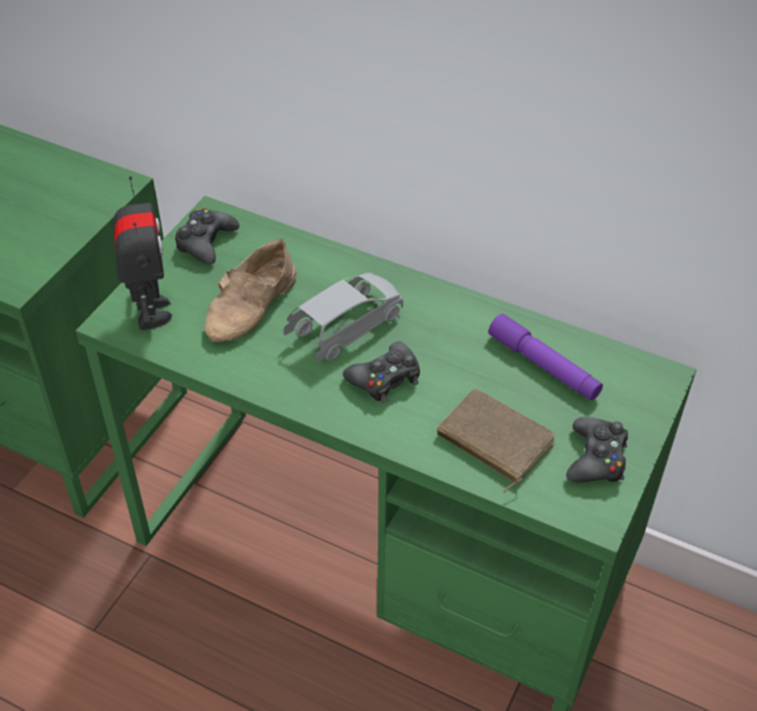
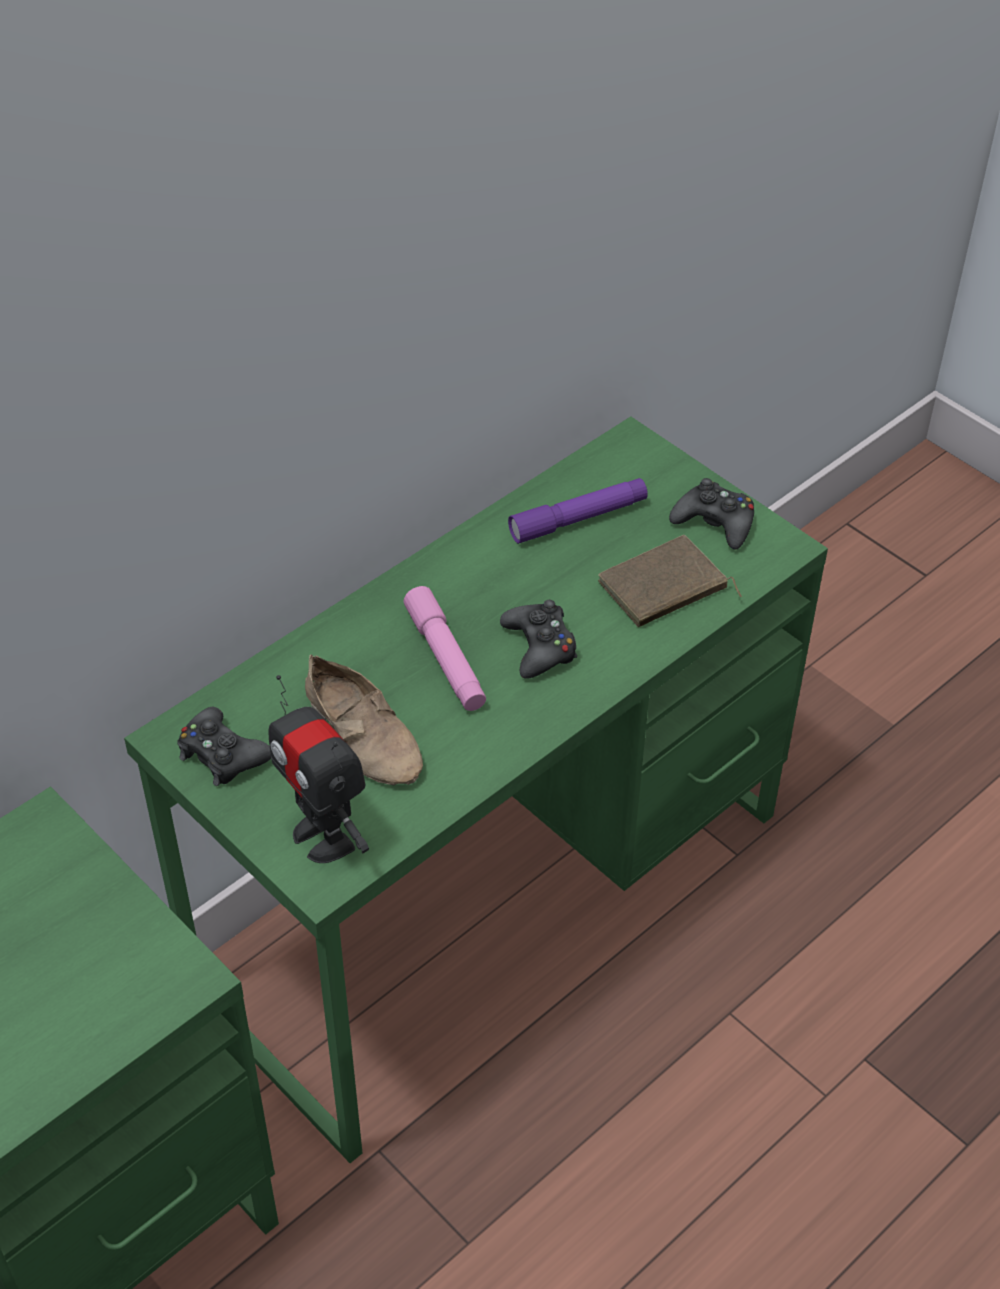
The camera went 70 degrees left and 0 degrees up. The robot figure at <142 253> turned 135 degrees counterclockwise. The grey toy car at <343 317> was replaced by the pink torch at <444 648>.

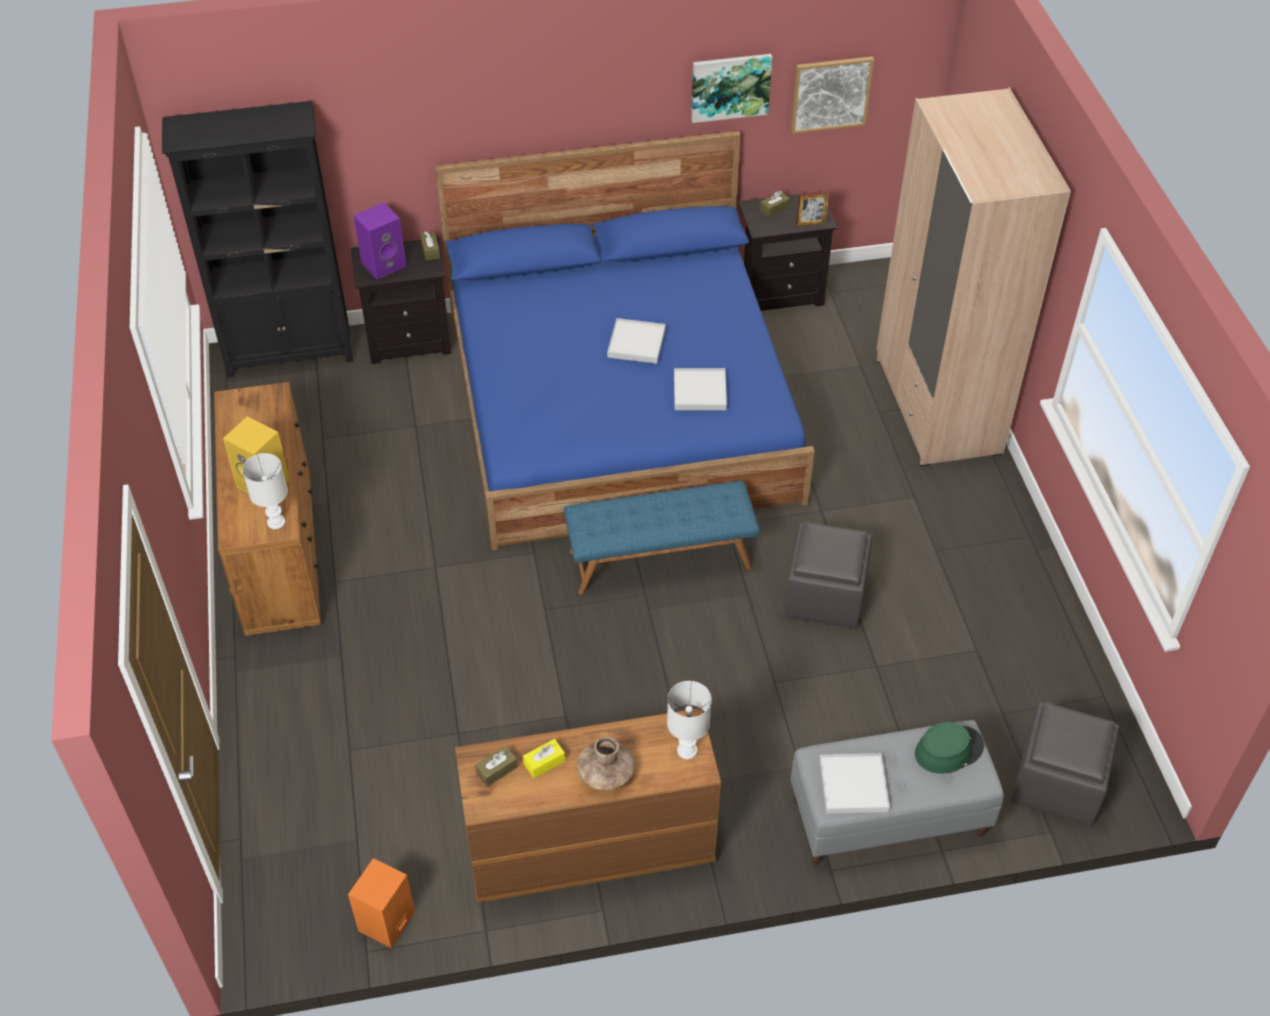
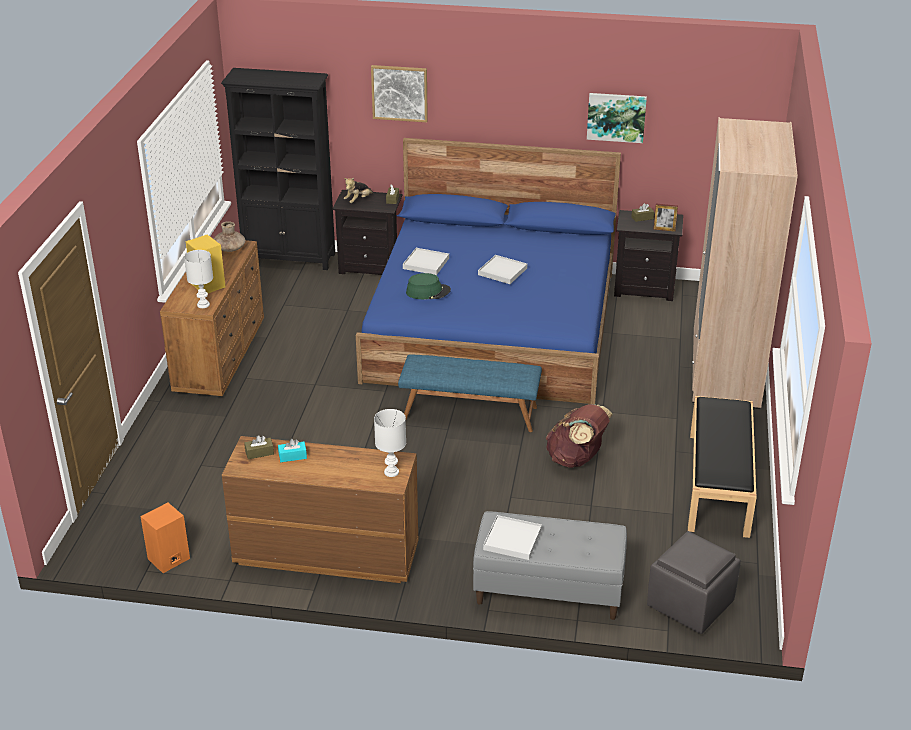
The camera went 20 degrees right and 15 degrees down. The brownish decorative vase moved from <606 764> to <230 236>. The yellowish box of tissues at <544 758> became the blue-green box of tissues at <292 450>. The purple speaker at <379 241> was replaced by the cuddly toy at <358 190>. The wall picture moved from <832 95> to <399 93>. The whitish carrying tray moved from <700 389> to <426 261>. The green clothing hat moved from <949 748> to <428 286>. The grey pouffe at <828 575> was replaced by the brownish knapsack at <579 436>. The black-coloured indoor bench at <722 467> appeared.

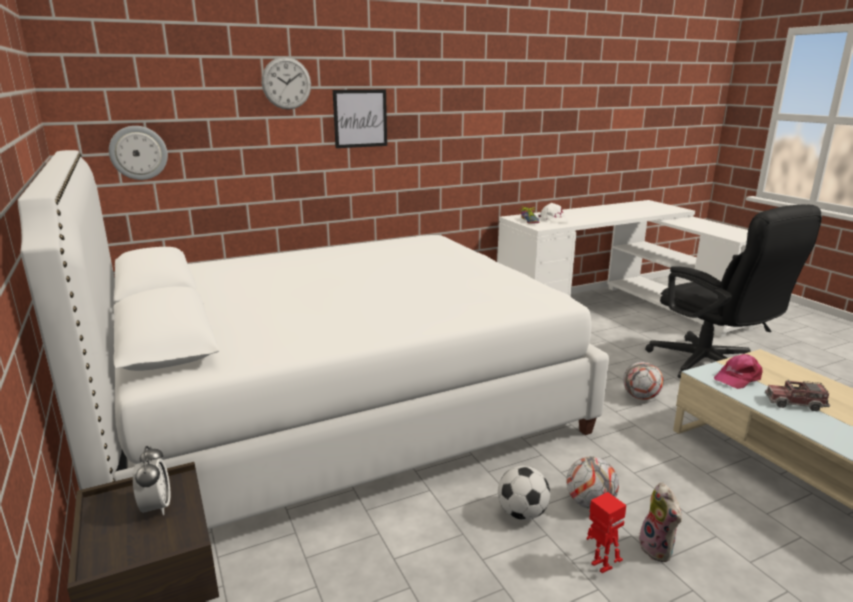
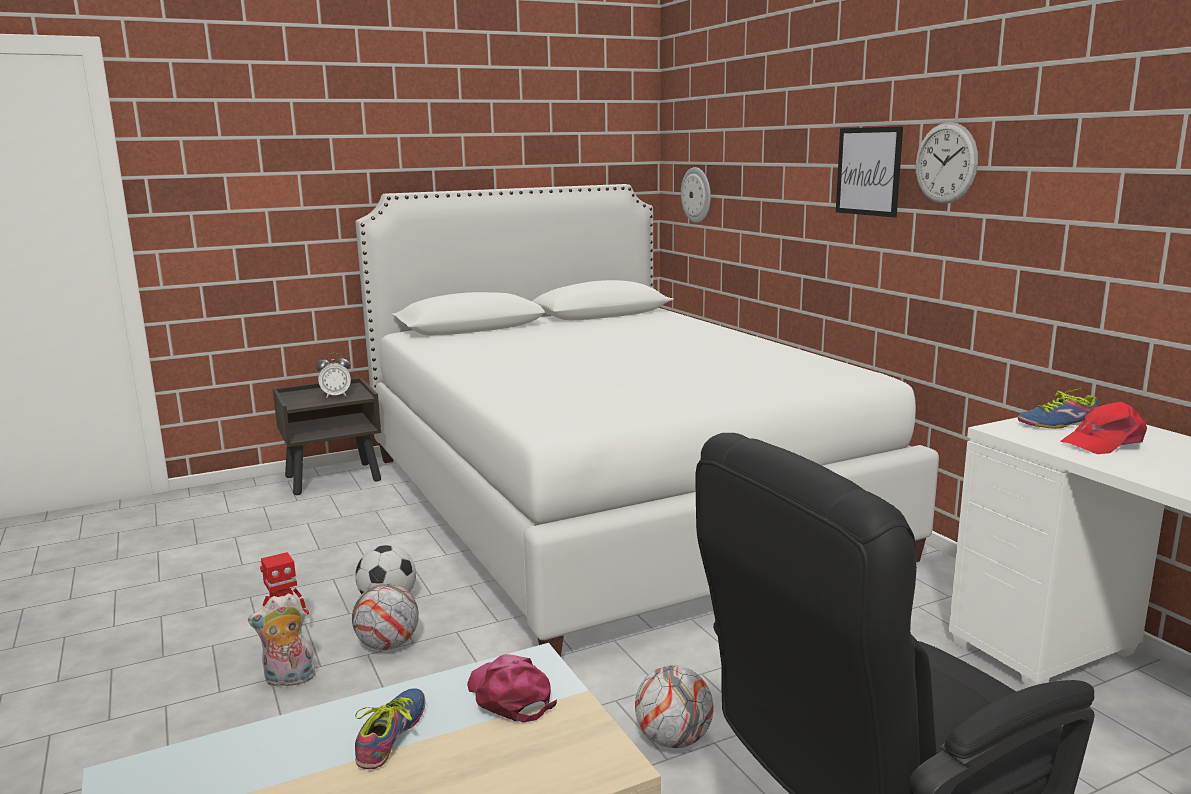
The camera went 90 degrees right and 5 degrees down. The model truck at <797 395> was replaced by the shoe at <390 728>. The clock on the wall moved from <286 83> to <947 163>. The whitish baseball cap at <553 213> became the red baseball cap at <1103 428>.

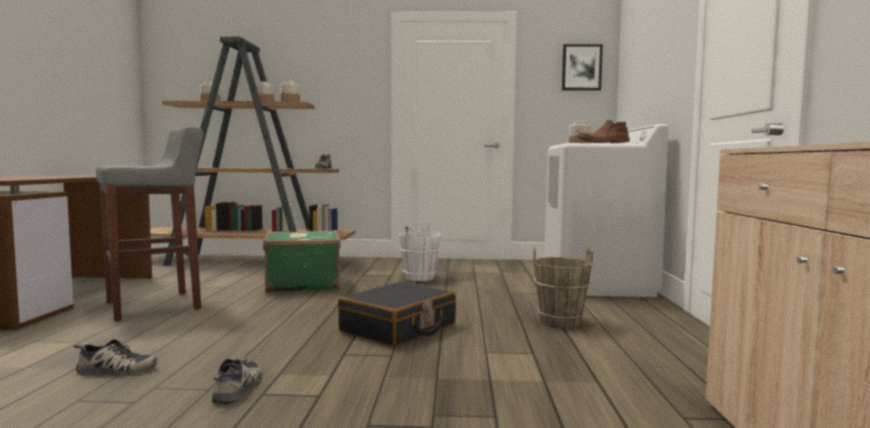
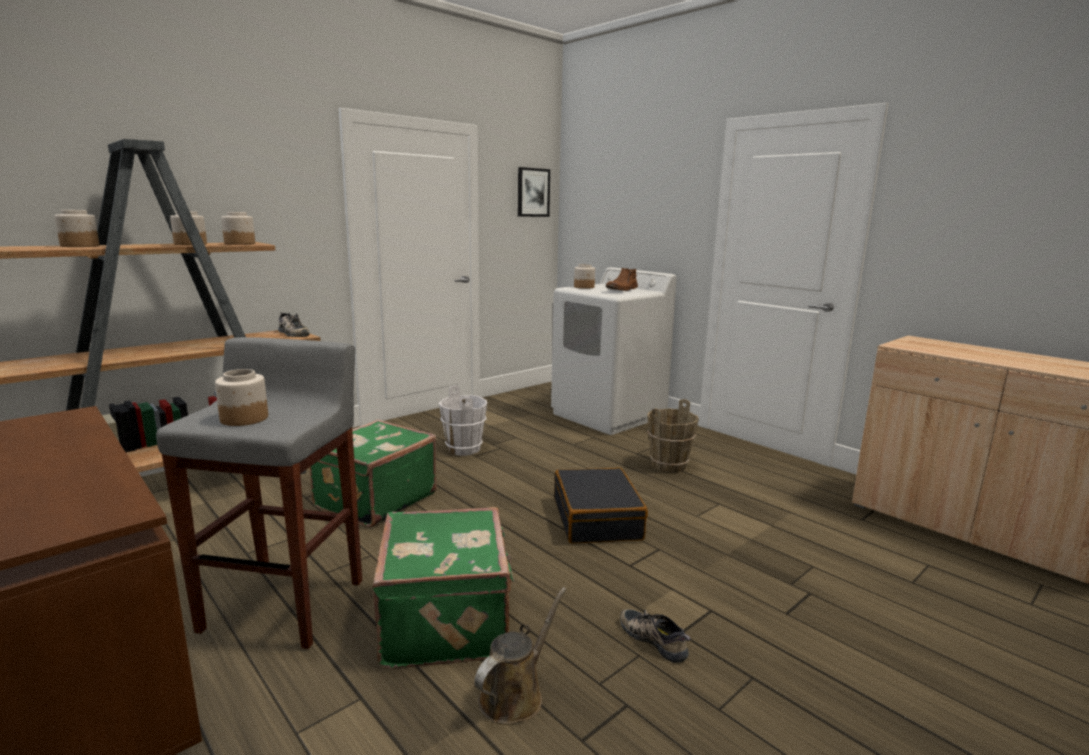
The camera went 45 degrees left and 10 degrees up. The storage jar at <241 397> appeared. The green suitcase at <444 587> appeared. The shoe at <115 357> was replaced by the brownish watering pot at <520 656>.

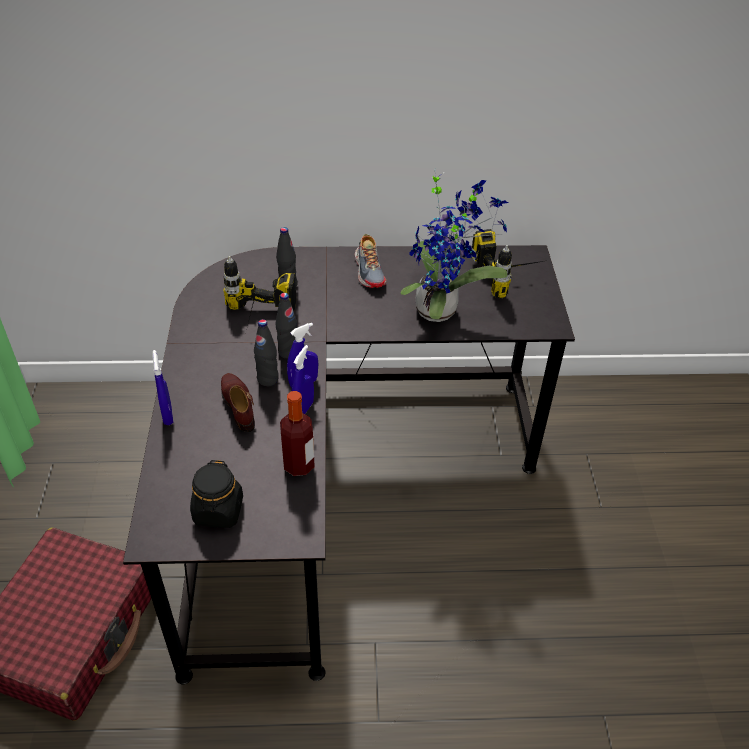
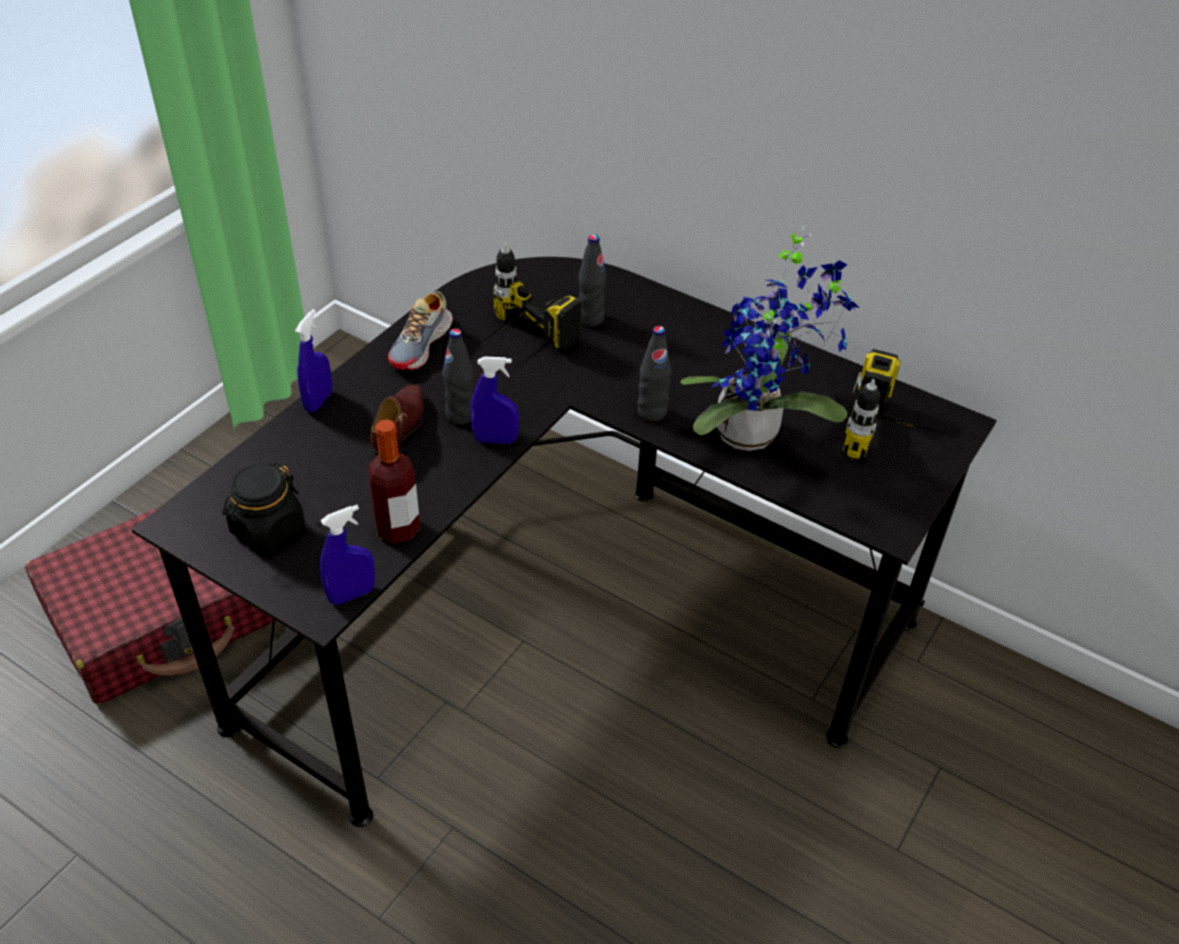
The camera went 35 degrees right and 0 degrees up. The bluish sprayer moved from <303 379> to <347 555>. The shoe moved from <370 261> to <420 330>. The black-coloured beverage bottle moved from <287 326> to <654 374>.

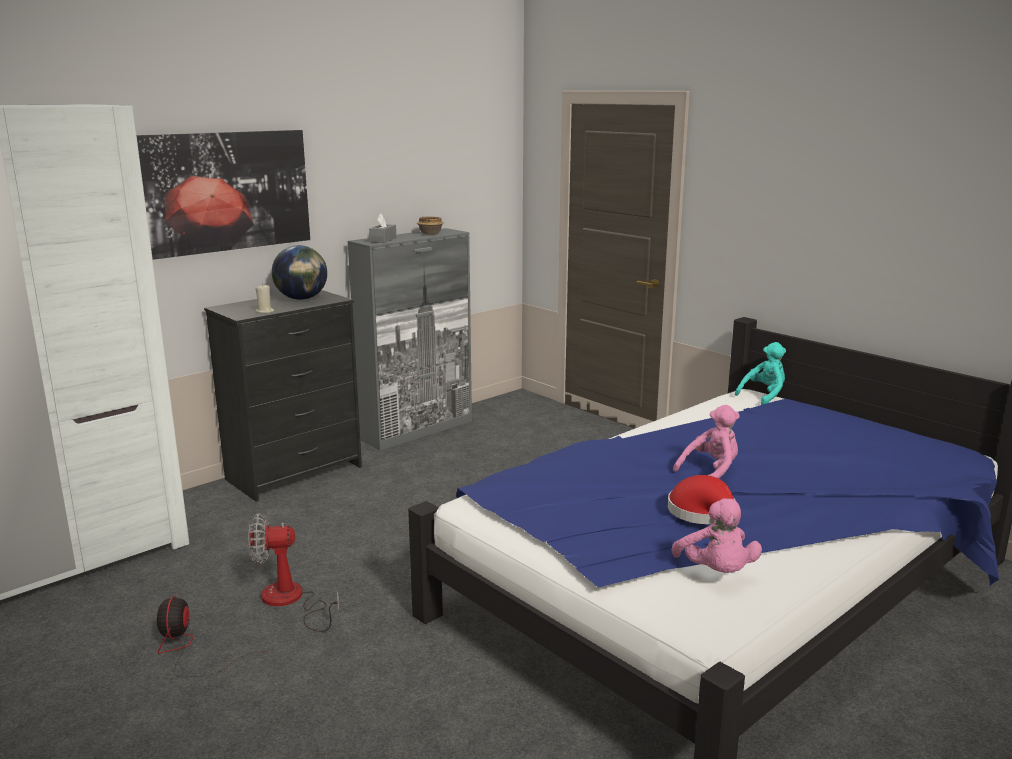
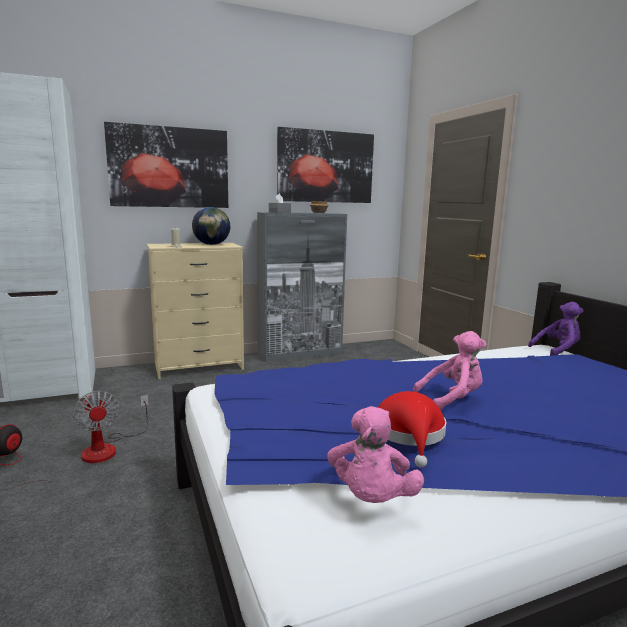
The camera went 20 degrees right and 5 degrees down. The cooling fan at <294 572> turned 135 degrees counterclockwise. The black-coloured chest of drawers at <283 396> became the sand-coloured chest of drawers at <195 311>. The wall picture at <325 165> appeared. The blue-green cuddly toy at <760 373> became the purple cuddly toy at <556 329>.

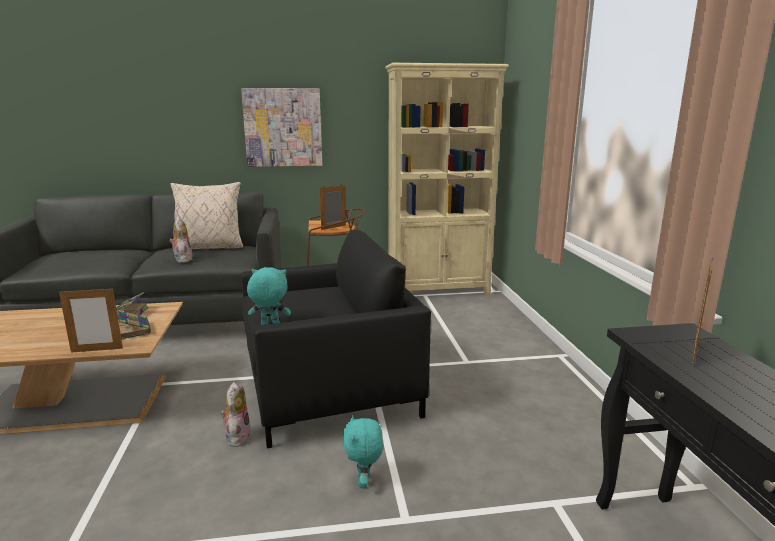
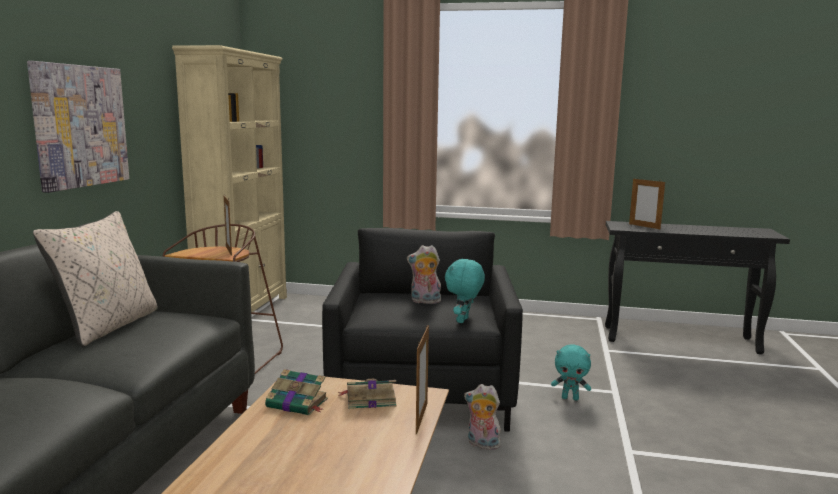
The camera went 70 degrees left and 5 degrees down. The cuddly toy moved from <181 240> to <424 274>.

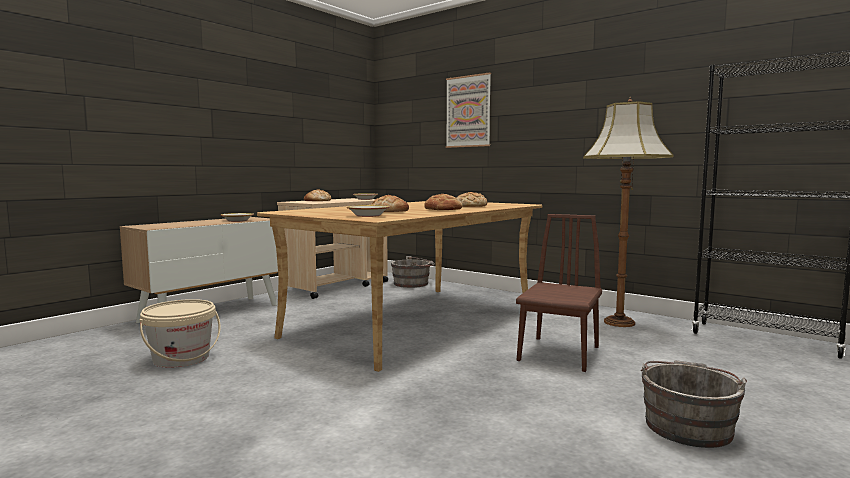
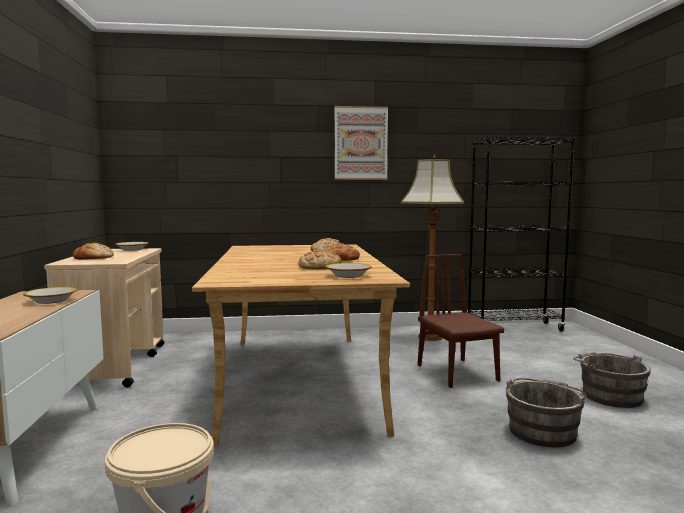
The camera went 45 degrees left and 0 degrees up. The wall picture moved from <468 110> to <361 143>. The grey bucket moved from <413 272> to <546 413>.

